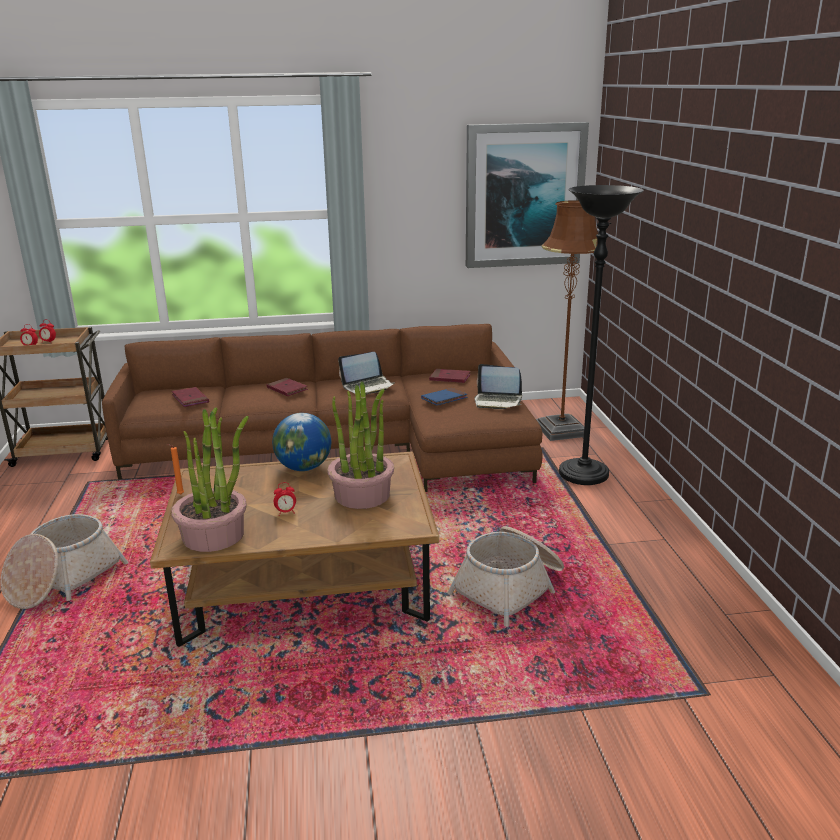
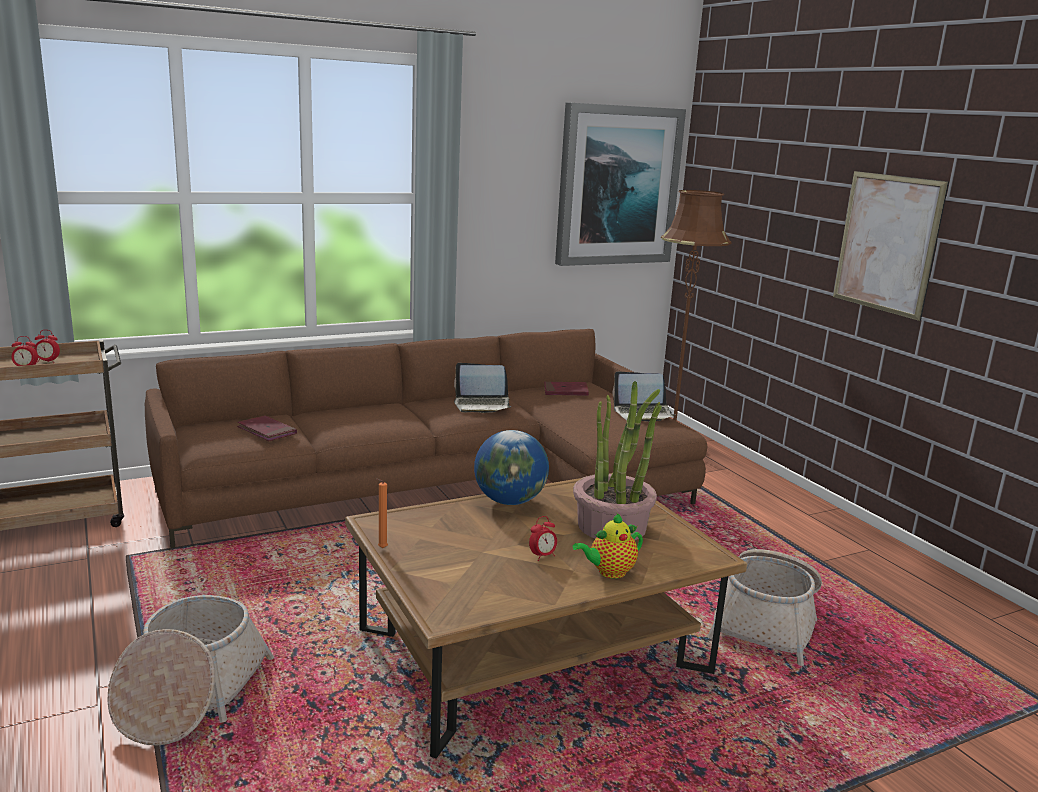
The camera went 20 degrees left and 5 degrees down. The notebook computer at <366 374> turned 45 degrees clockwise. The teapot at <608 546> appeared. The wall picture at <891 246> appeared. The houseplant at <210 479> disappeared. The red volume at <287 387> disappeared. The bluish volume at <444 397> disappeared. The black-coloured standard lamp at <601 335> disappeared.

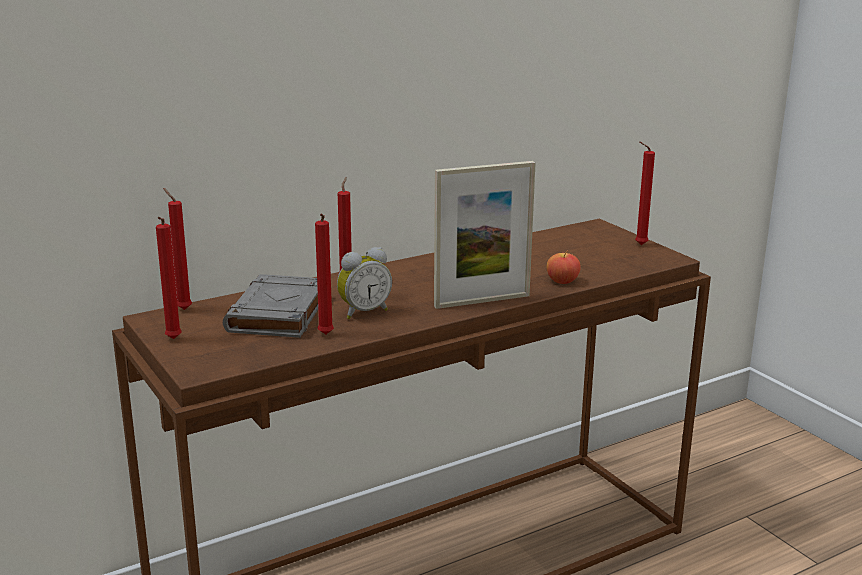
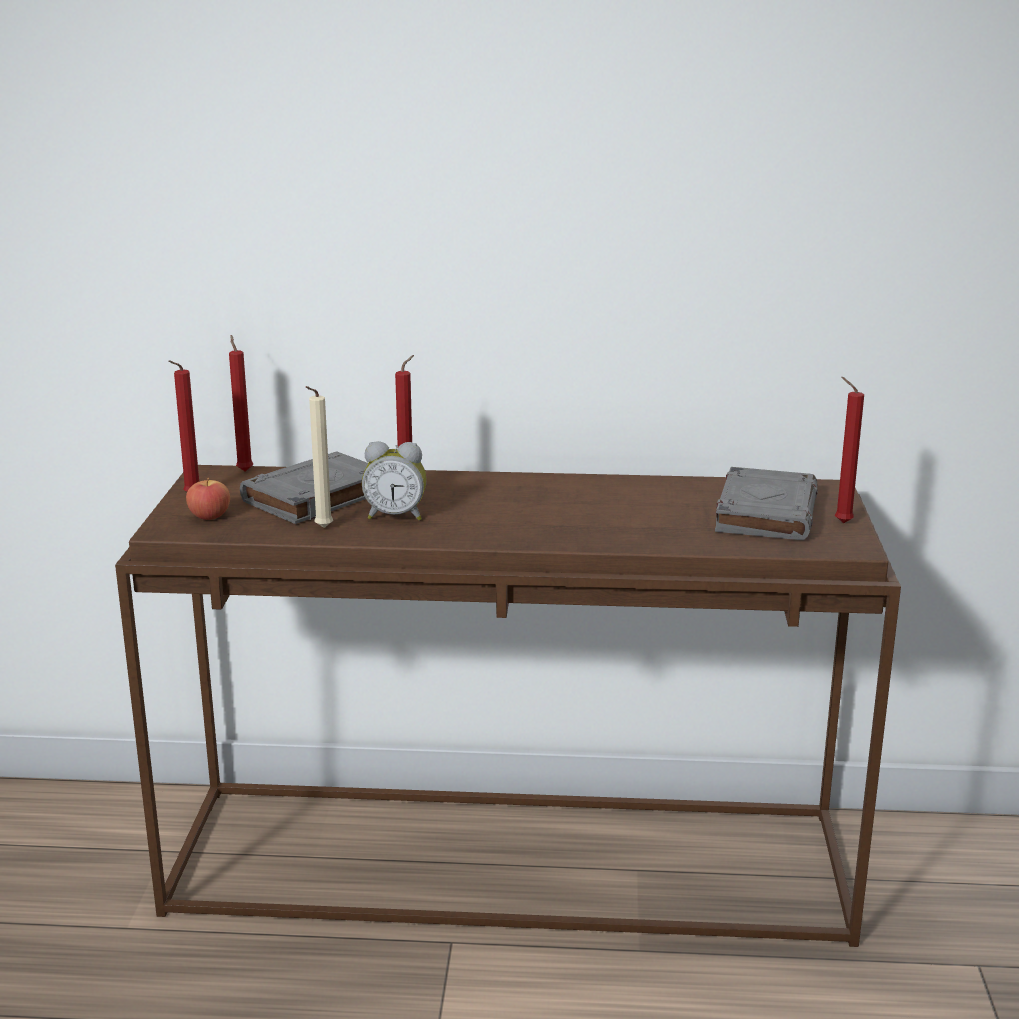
The camera went 35 degrees right and 0 degrees up. The apple moved from <564 267> to <208 499>. The red candle at <324 273> became the sand-coloured candle at <319 457>. The grey volume at <766 503> appeared. The standing frame at <485 235> disappeared.

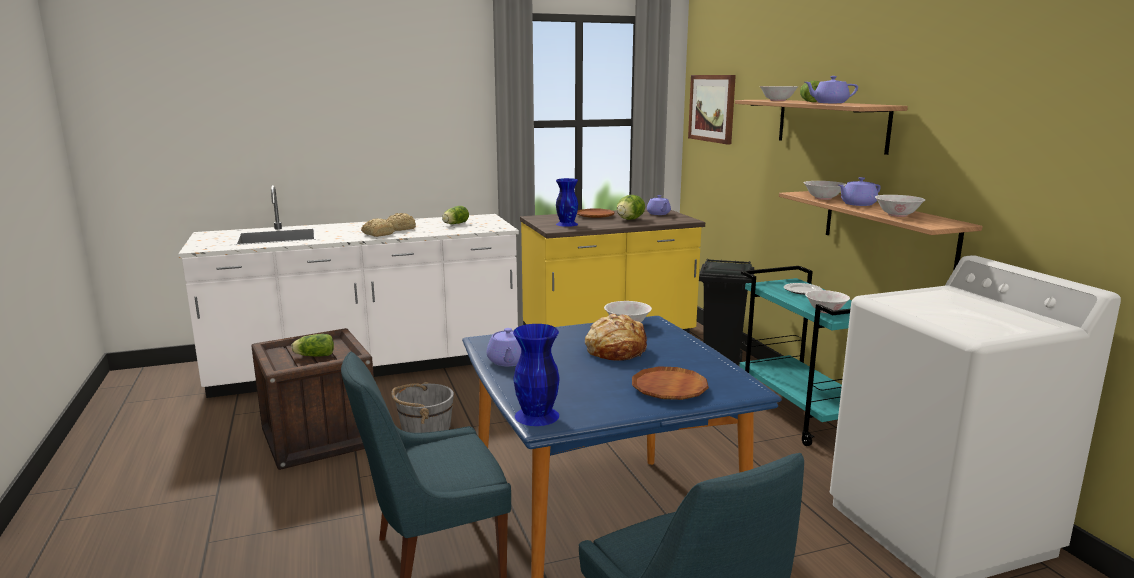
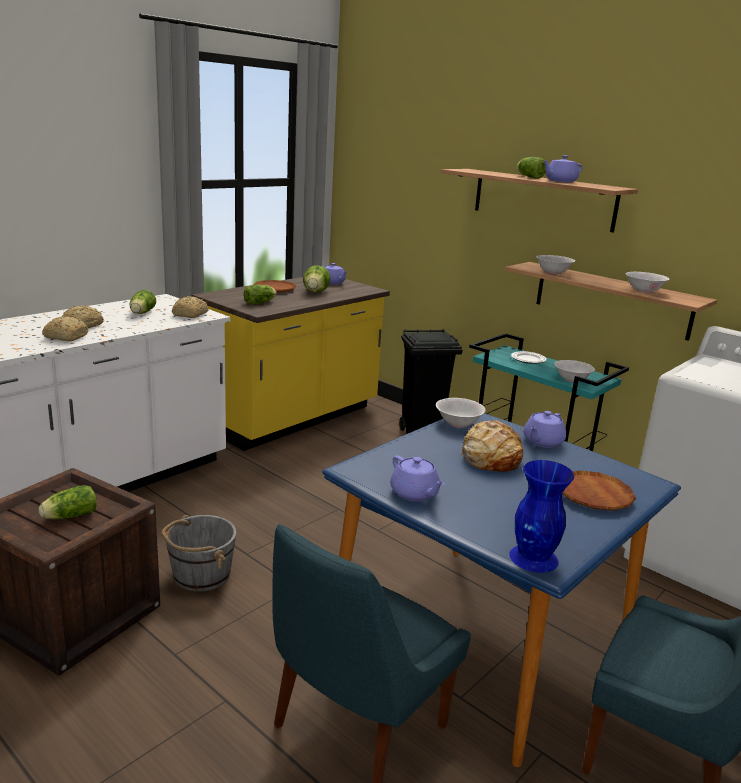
The camera went 30 degrees left and 5 degrees up. The baked bread at <190 307> appeared. The bluish decorative vase at <567 202> was replaced by the lettuce at <260 295>. The purple teapot moved from <860 191> to <544 429>. The wall picture at <712 109> disappeared. The whitish bowl at <779 93> disappeared.

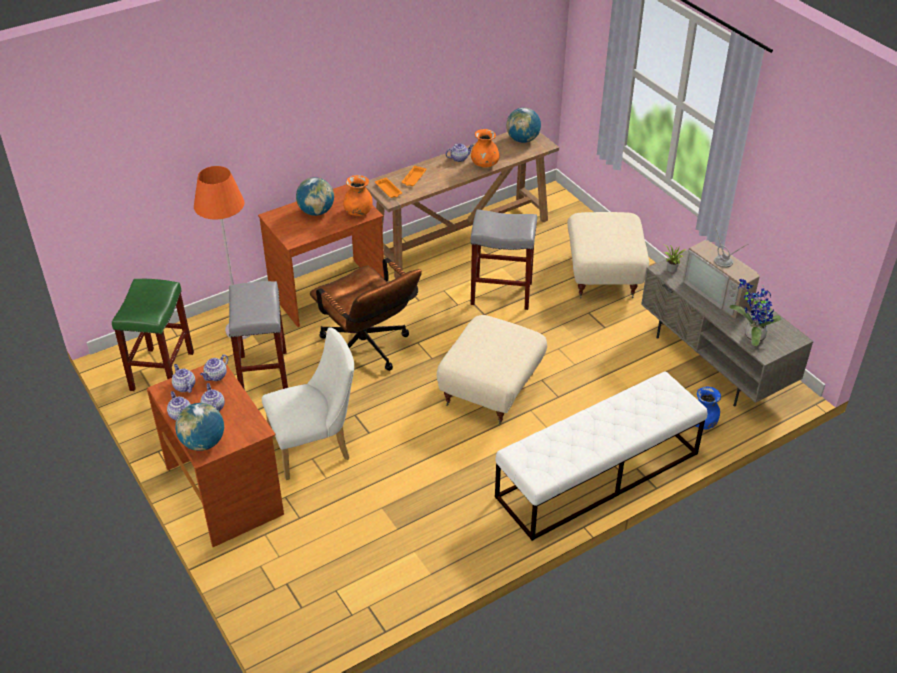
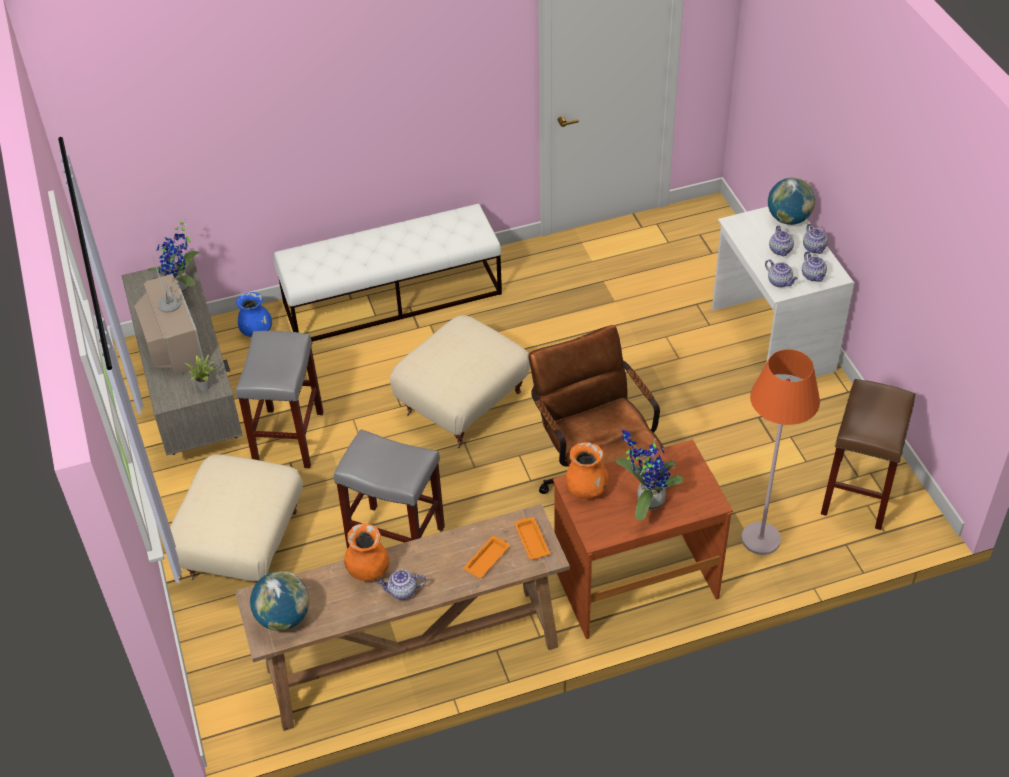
The camera went 165 degrees left and 5 degrees up. The grey stool moved from <258 335> to <280 399>. The desk globe at <315 196> was replaced by the houseplant at <649 475>. The brownish desk unit at <215 453> became the whitish desk unit at <783 294>. The teapot at <214 367> turned 90 degrees clockwise. The green stool at <153 335> became the brownish stool at <868 454>. The whitish upright chair at <308 403> disappeared.

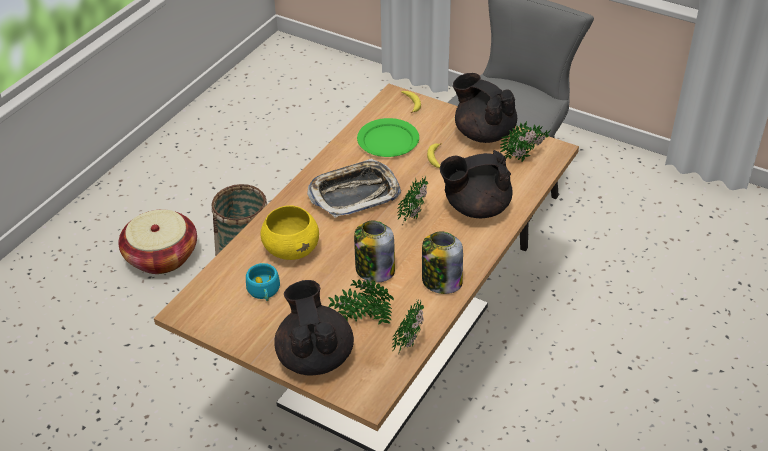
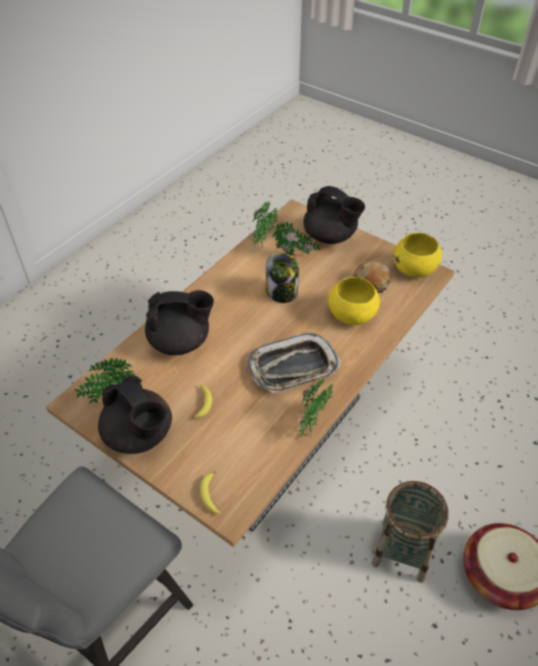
The camera went 175 degrees left and 5 degrees up. The houseplant moved from <412 200> to <316 408>. The black-coloured teapot at <314 328> turned 45 degrees counterclockwise. The blue-green drinking cup at <263 282> was replaced by the baked bread at <372 277>. The yellowish bowl at <418 255> appeared. The green dinner plate at <388 137> disappeared. The storage jar at <442 262> disappeared.

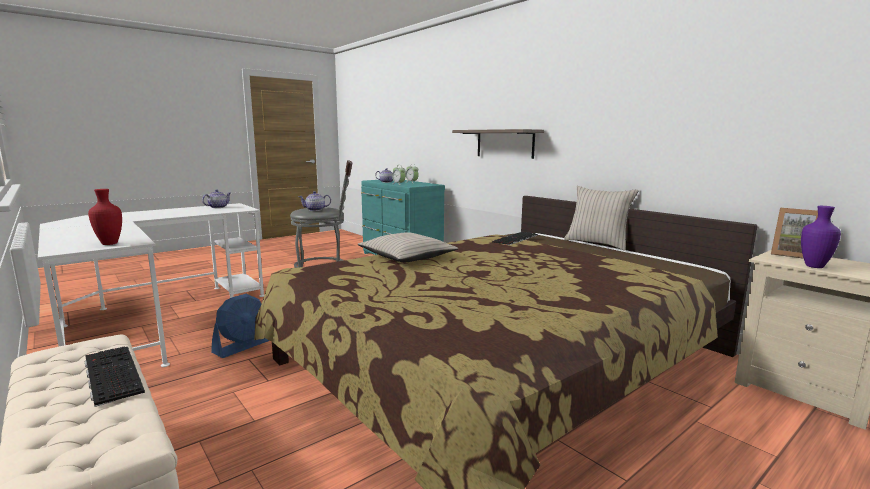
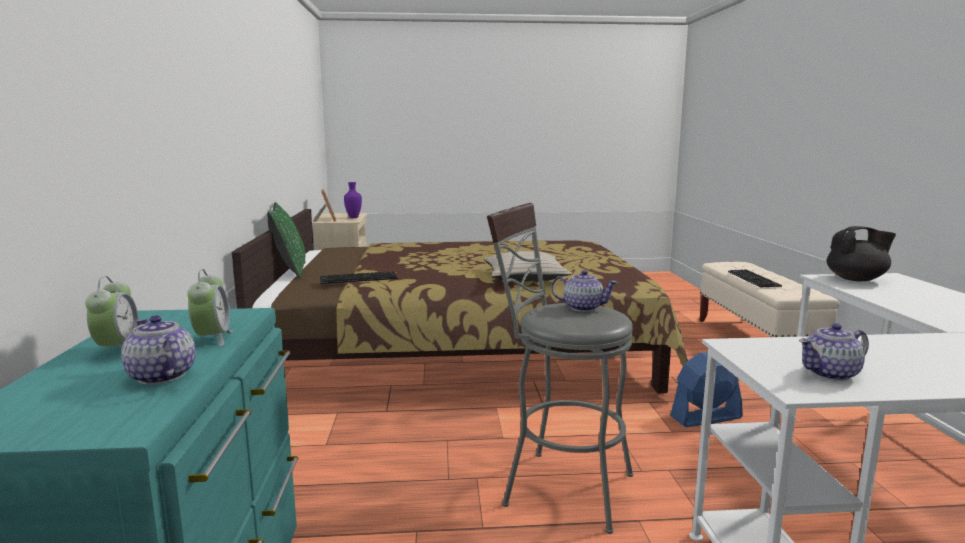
The camera went 145 degrees left and 0 degrees up. The sand-coloured throw pillow at <601 218> became the green throw pillow at <286 240>. The red decorative vase at <105 217> was replaced by the black-coloured teapot at <861 253>. The bracket shelf at <498 144> disappeared.

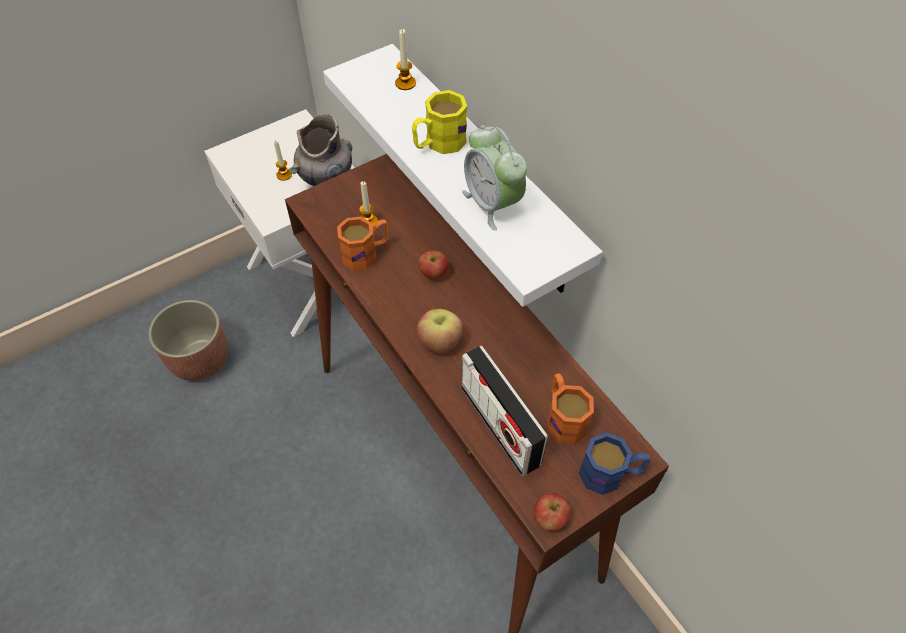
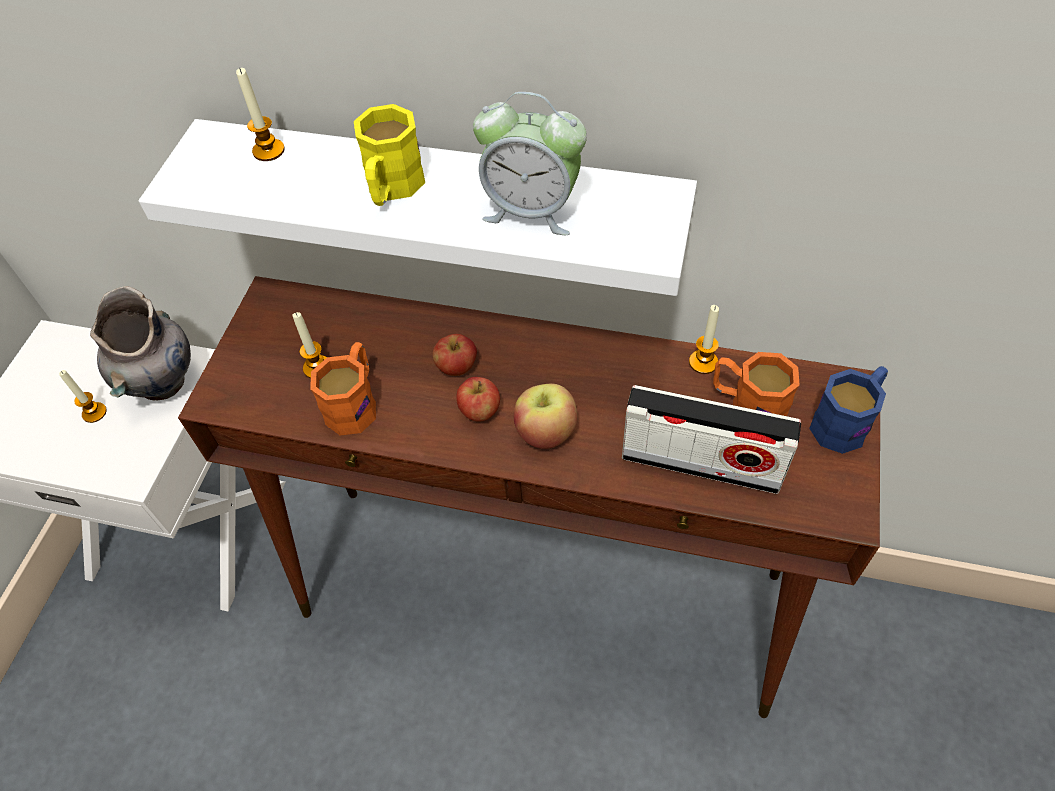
The camera went 40 degrees left and 0 degrees up. The apple moved from <552 512> to <478 399>. The candle at <704 339> appeared. The planter at <188 340> disappeared.

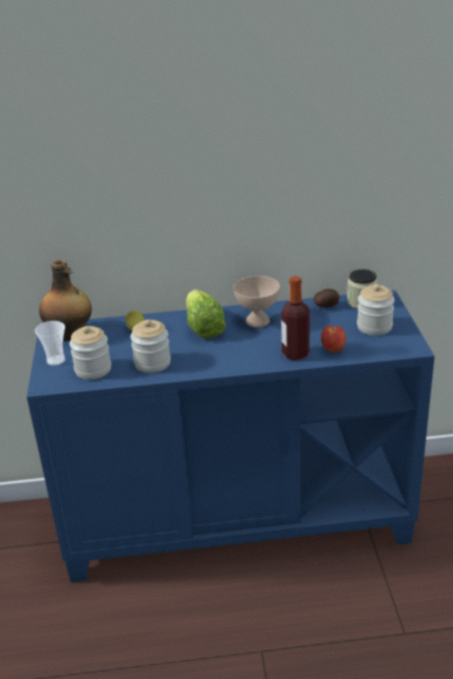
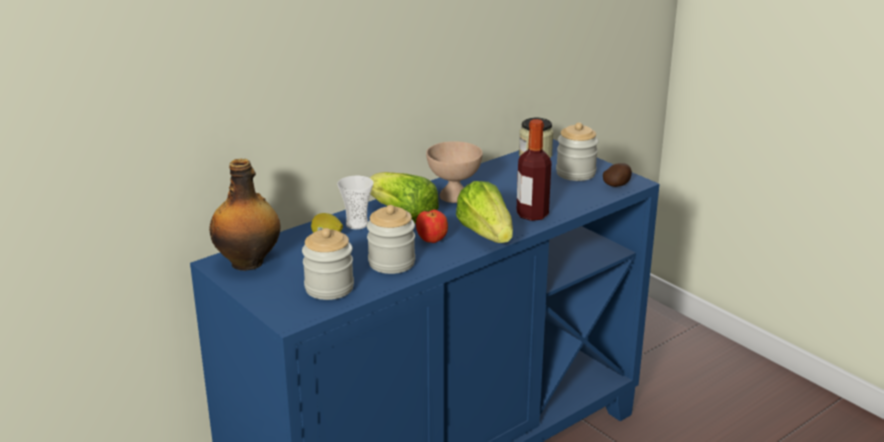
The camera went 35 degrees left and 5 degrees down. The drinking cup moved from <50 343> to <355 203>. The apple moved from <333 339> to <432 226>. The lettuce at <484 212> appeared. The whole potato moved from <327 298> to <617 175>.

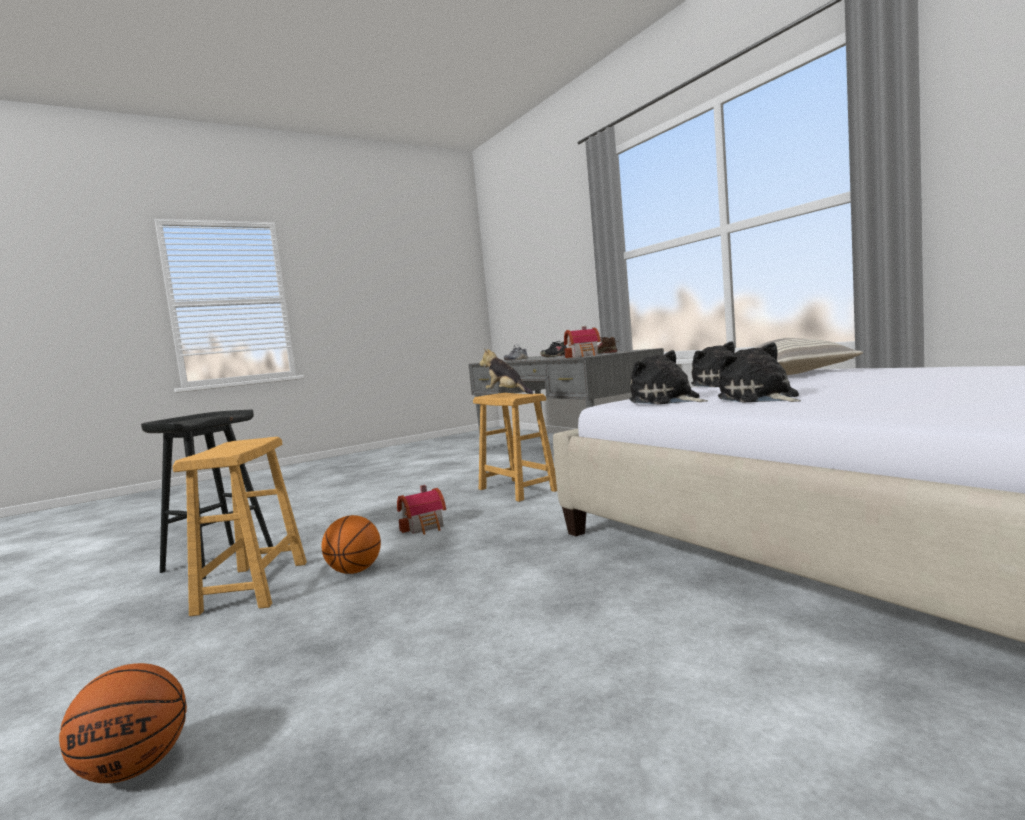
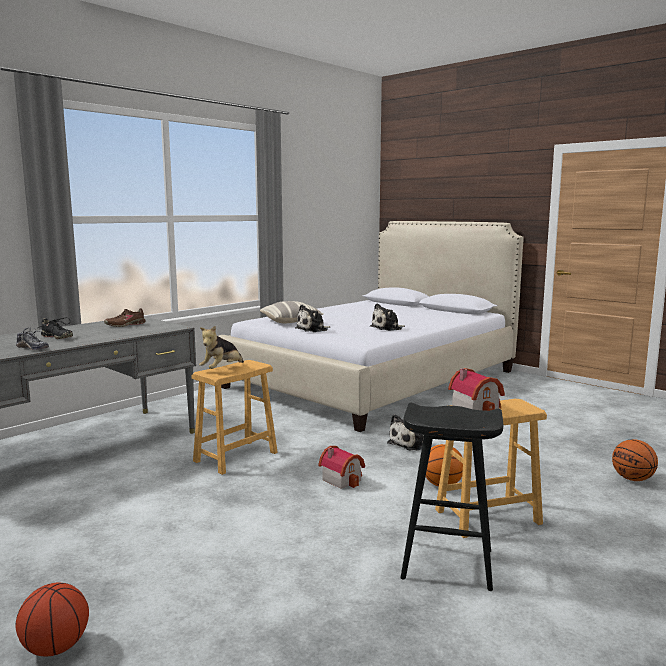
The camera went 105 degrees left and 5 degrees up. The basketball ball at <52 619> appeared. The cuddly toy moved from <668 377> to <405 432>. The toy house moved from <582 342> to <476 389>.

